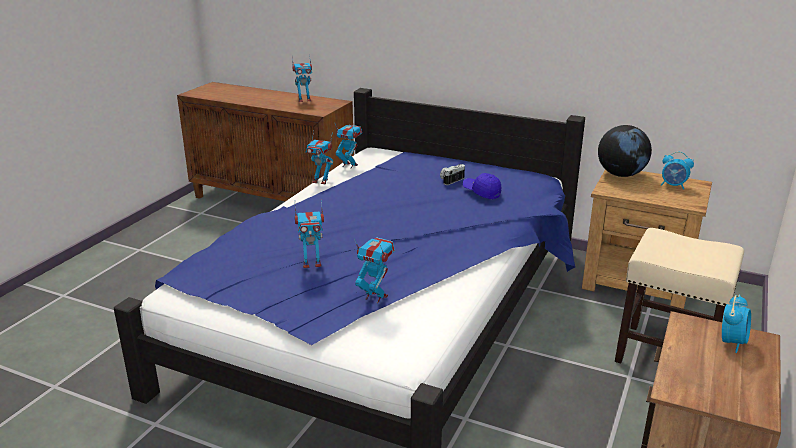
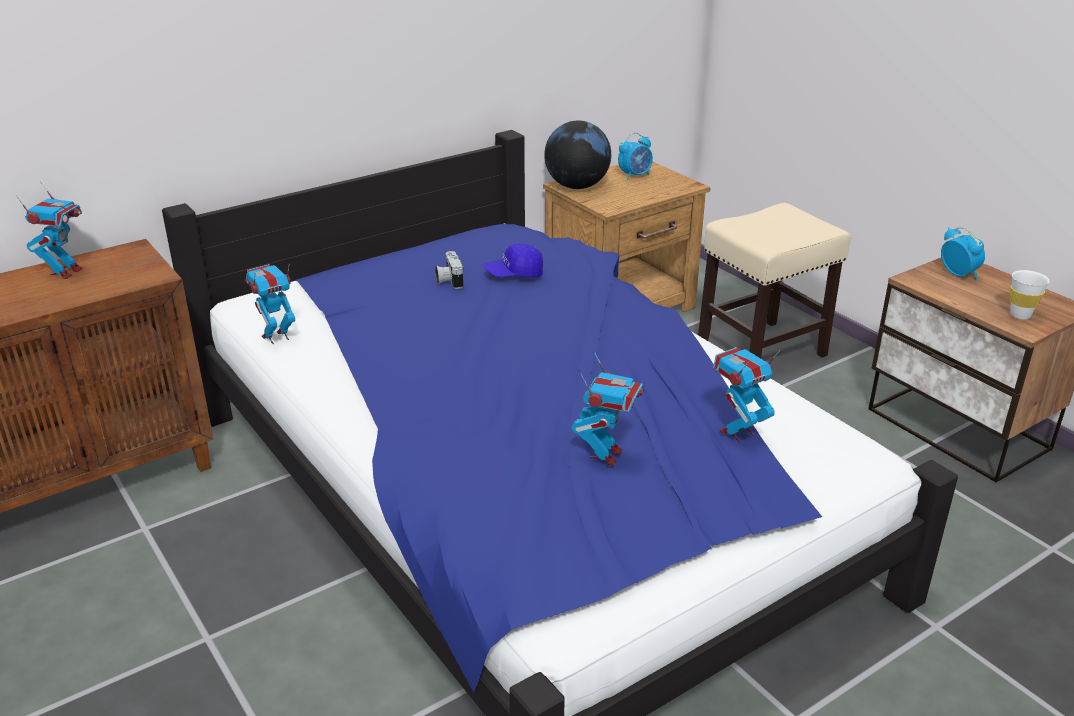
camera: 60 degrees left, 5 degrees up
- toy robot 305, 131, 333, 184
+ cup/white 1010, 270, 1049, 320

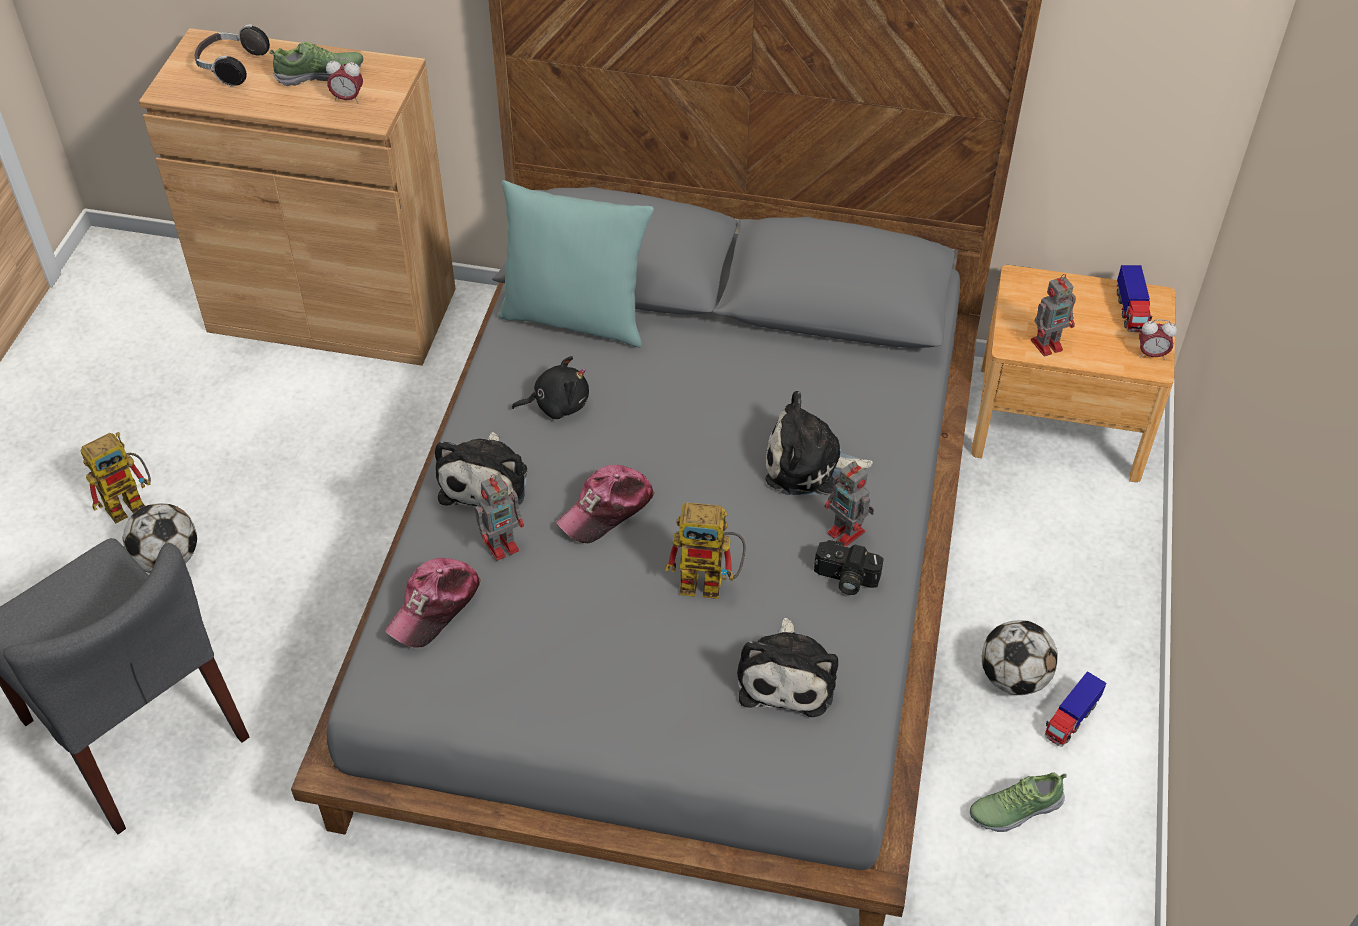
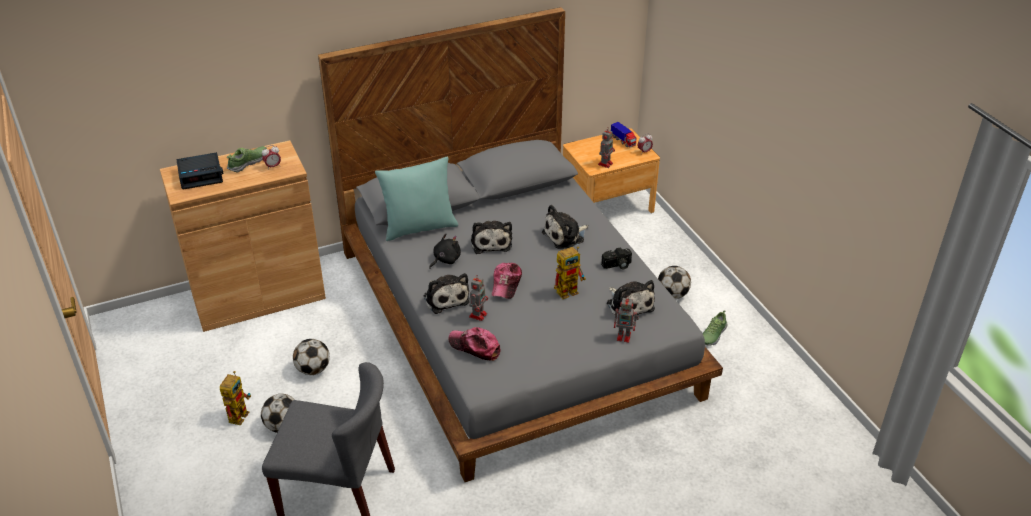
camera: 35 degrees left, 10 degrees down
- toy truck 1044, 671, 1106, 747
+ football 293, 339, 330, 375
+ plush toy 471, 221, 512, 254
~ toy robot 825, 461, 874, 547 to 614, 296, 639, 343
~ headphones 195, 24, 270, 87 to alarm clock 176, 152, 224, 189
~ cap 385, 558, 481, 648 = 448, 327, 500, 361 120 degrees clockwise

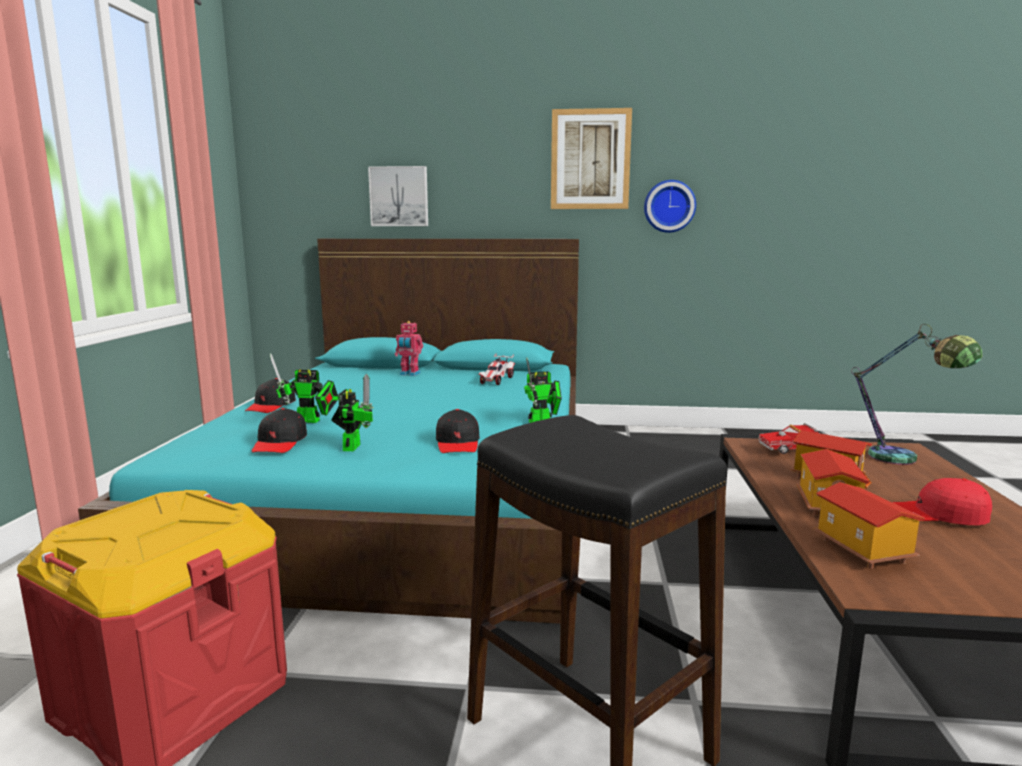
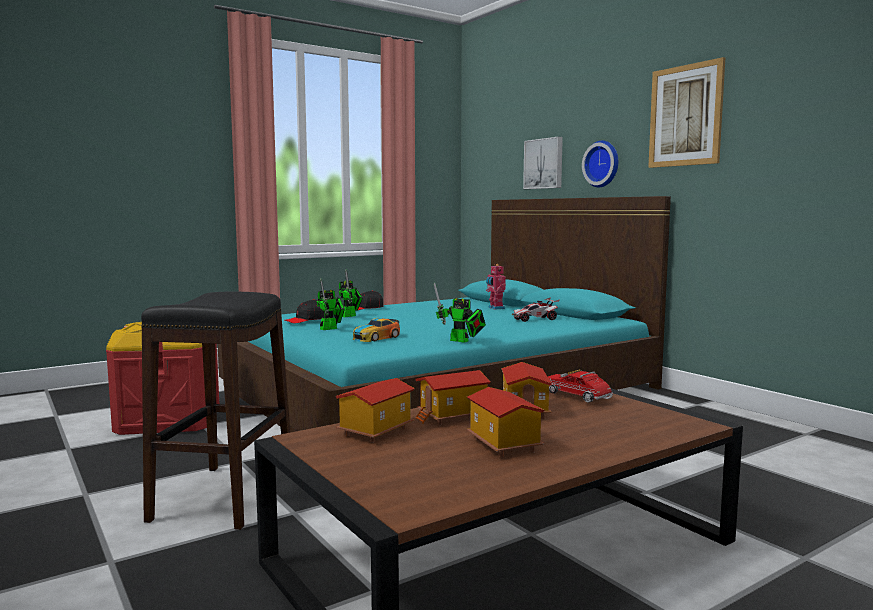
camera: 50 degrees right, 5 degrees down
- table lamp 851, 324, 982, 465
~ wall clock 644, 180, 696, 233 to 582, 141, 618, 187
~ cap/black 436, 409, 479, 453 to toy car 353, 318, 400, 342
~ cap/red 892, 478, 992, 525 to toy house 467, 387, 544, 457
~ toy robot 270, 353, 338, 423 = 339, 269, 363, 317 105 degrees counterclockwise

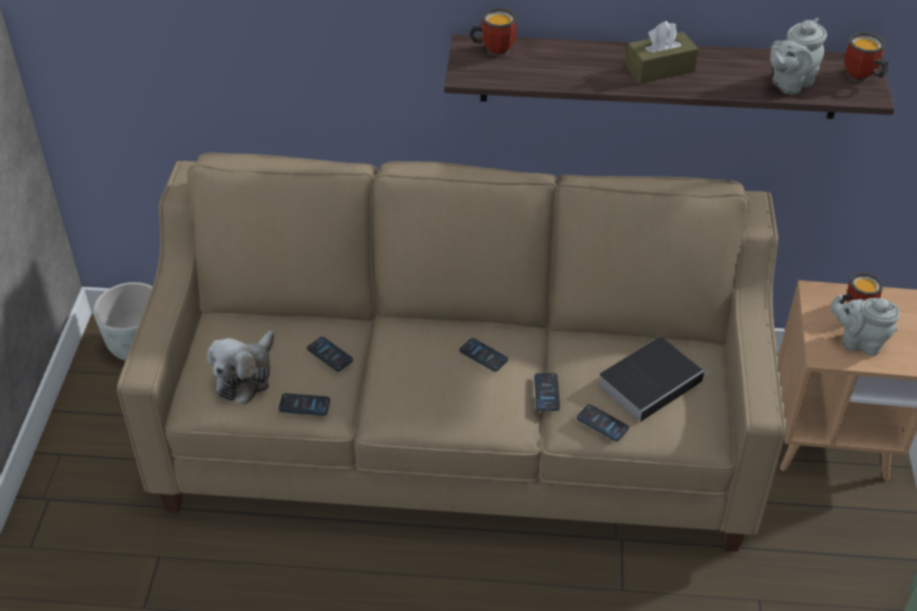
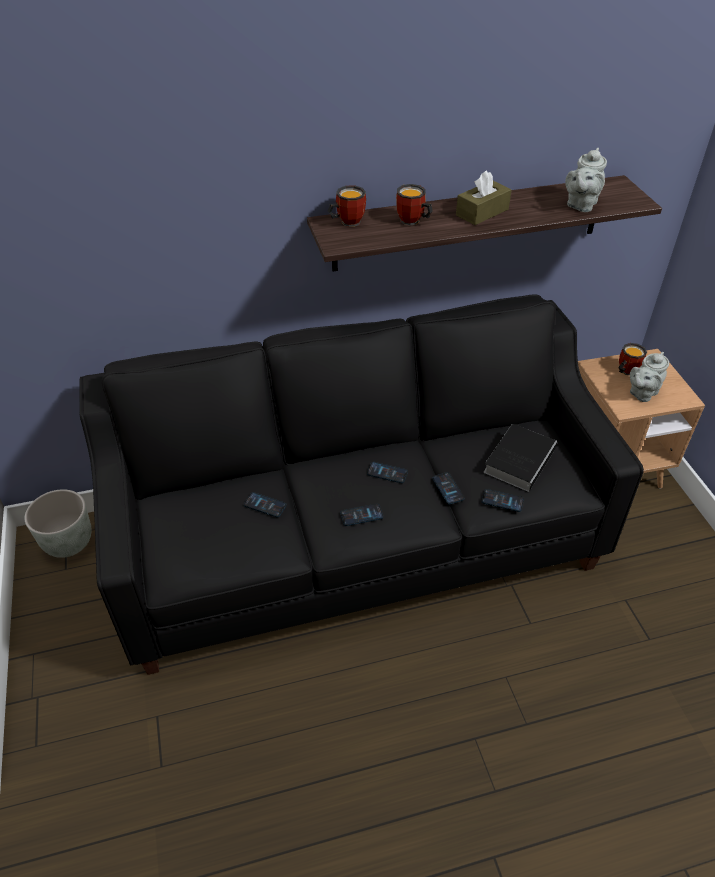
camera: 20 degrees left, 0 degrees up
- plush toy 207, 330, 274, 404
~ phone 279, 393, 330, 416 to 340, 504, 383, 526
~ mug 844, 32, 889, 82 to 396, 184, 433, 225
~ sofa/beige 117, 153, 787, 552 to sofa/black 79, 294, 644, 675
~ teapot/grey 830, 294, 900, 356 = 630, 352, 669, 402 45 degrees counterclockwise

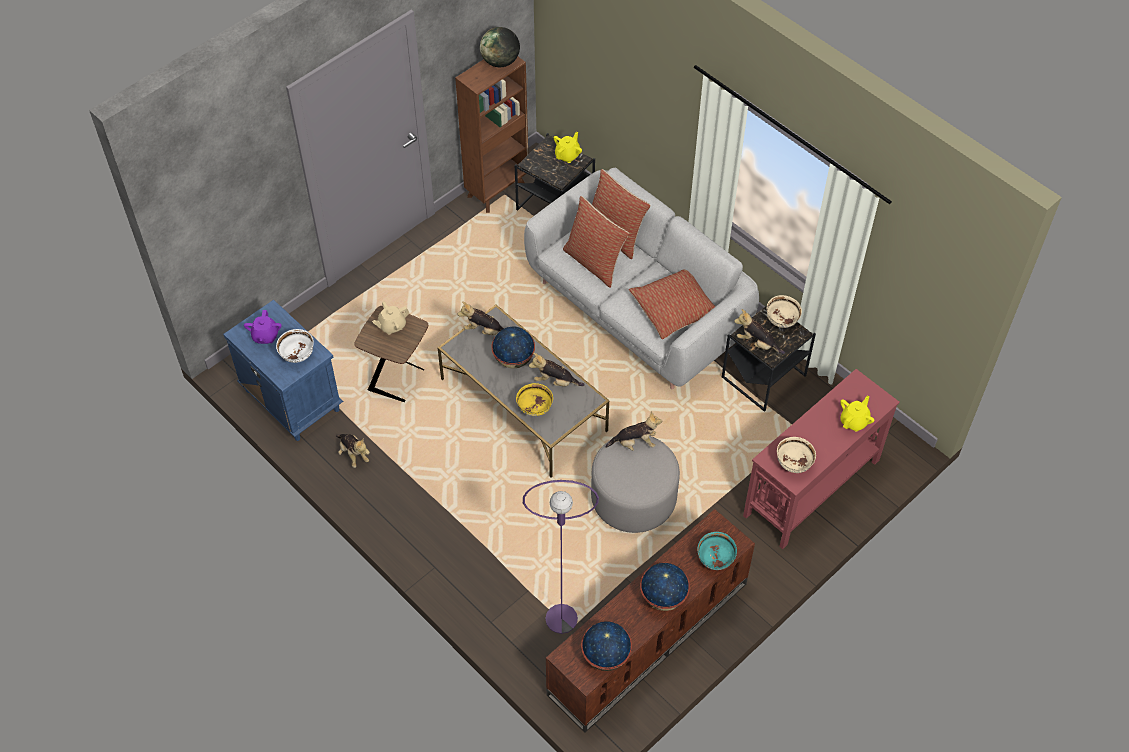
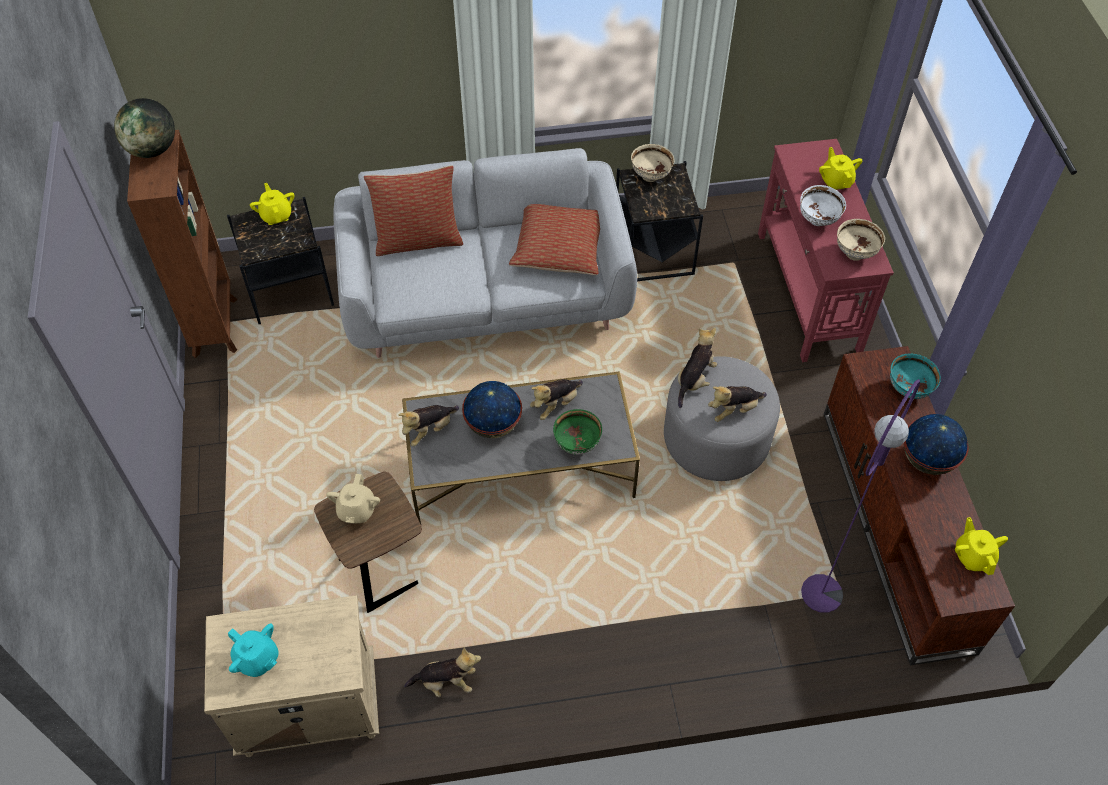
camera: 55 degrees left, 0 degrees up
- pillow 563, 196, 629, 288
~ bowl/white 276, 329, 314, 363 to 800, 185, 846, 226
~ plush toy 734, 309, 785, 354 to 708, 386, 767, 422
~ globe 581, 621, 632, 671 to teapot/yellow 955, 517, 1008, 575
~ nightstand/blue 223, 300, 343, 441 to nightstand/beige 204, 595, 379, 757
~ teapot/purple 244, 310, 282, 344 to teapot/turquoise 228, 623, 278, 677
~ bowl/yellow 516, 383, 553, 416 to bowl/green 553, 409, 602, 455

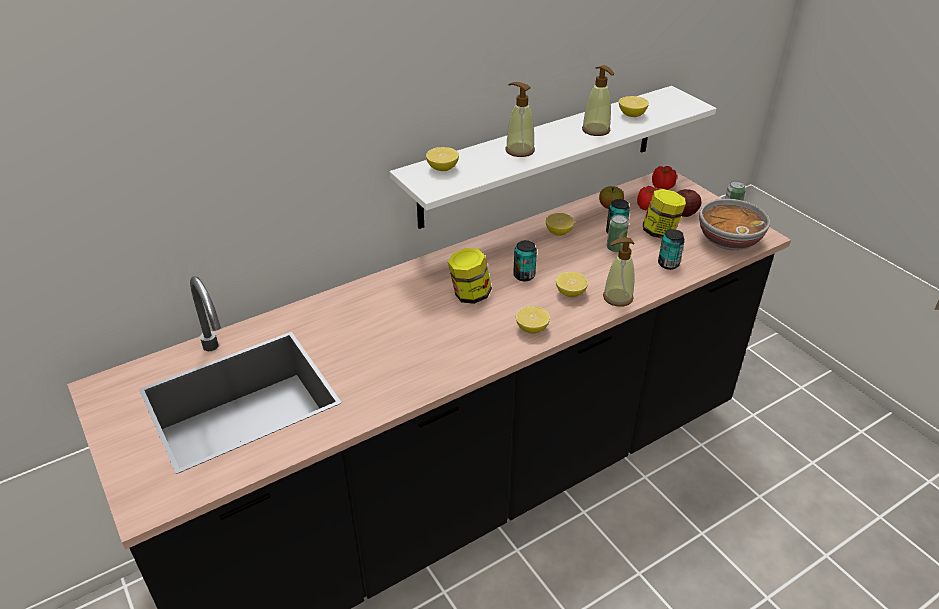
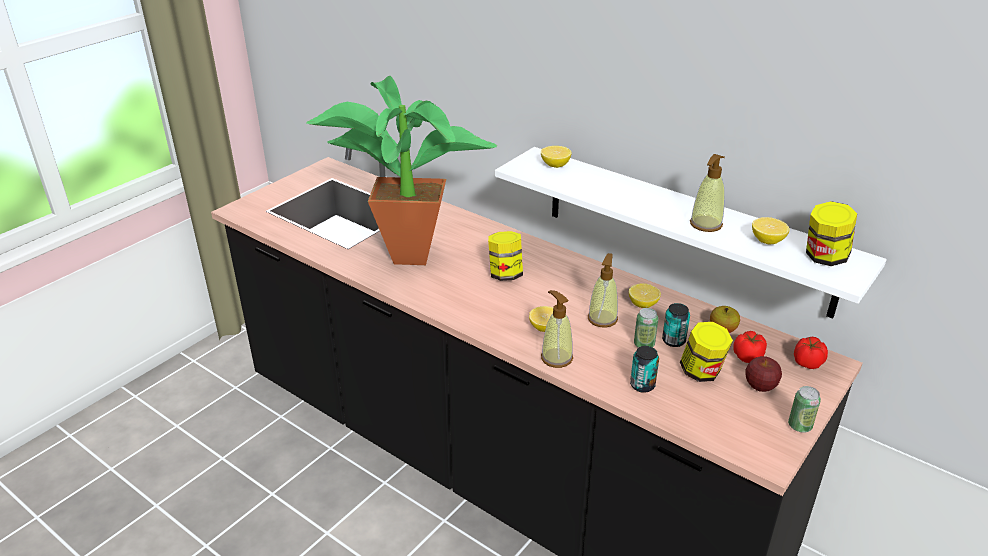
camera: 70 degrees right, 5 degrees down
- can 513, 240, 537, 281
- lemon 516, 306, 550, 334
- bowl 699, 199, 770, 250
+ potted plant 306, 76, 497, 265
+ jar 806, 201, 857, 266
~ soap dispenser 506, 82, 535, 157 to 588, 253, 618, 328

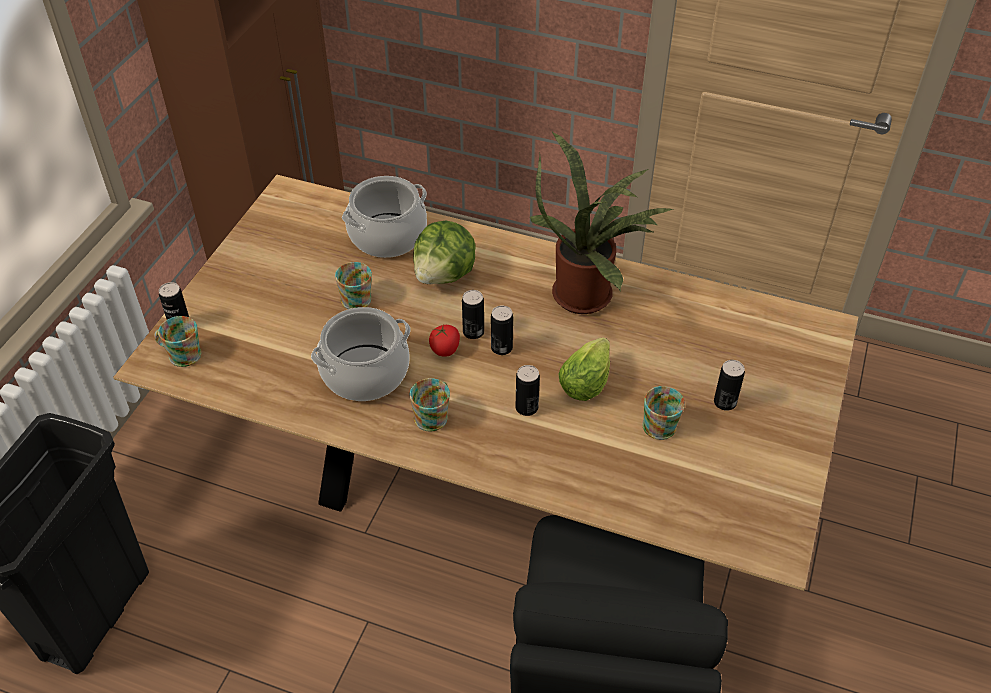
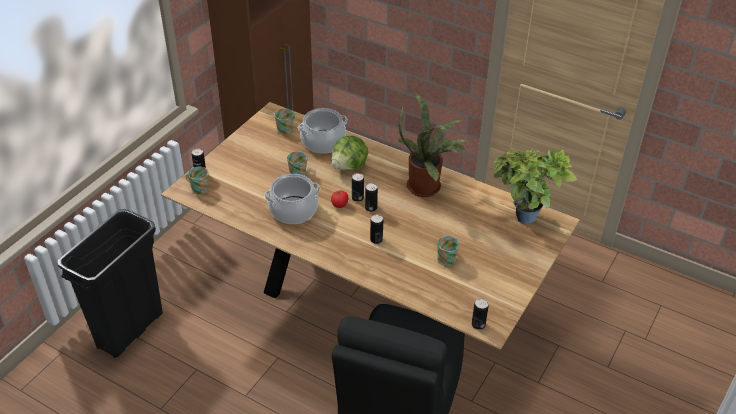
camera: 10 degrees right, 5 degrees down
- lettuce 558, 338, 610, 401
+ potted plant 494, 148, 577, 224
~ mug 410, 378, 450, 432 to 274, 109, 295, 134
~ can 714, 360, 745, 411 to 472, 298, 489, 330

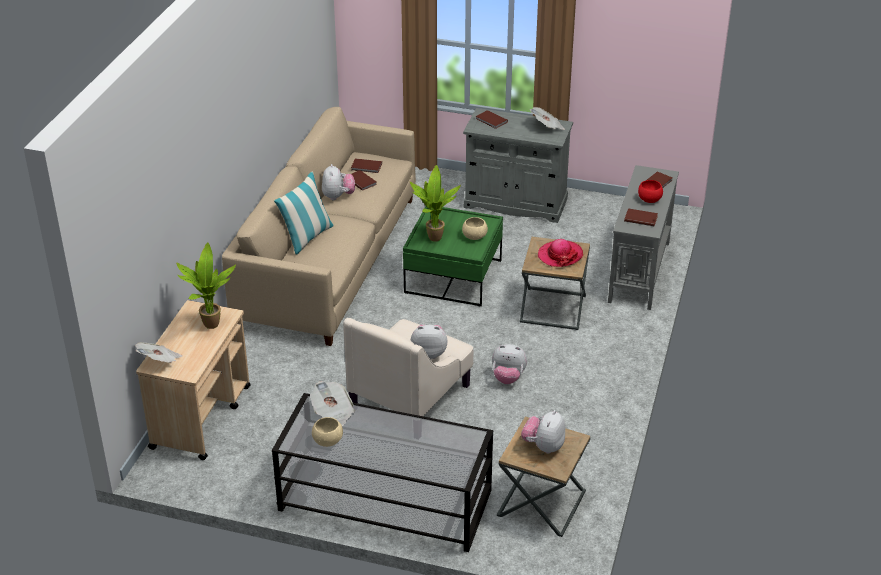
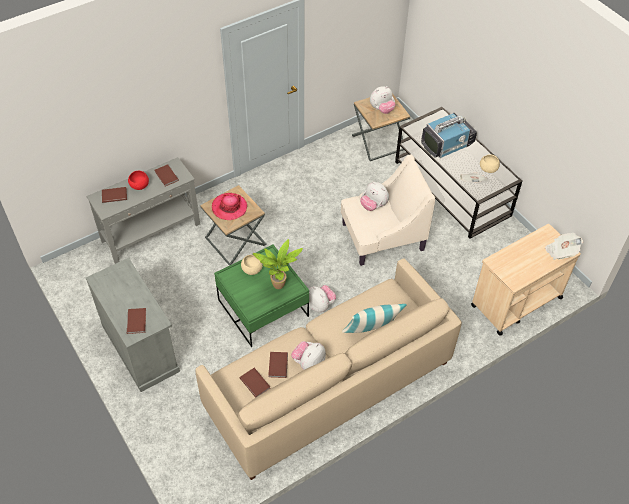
camera: 140 degrees left, 15 degrees up
- potted plant 176, 242, 236, 329
- newspaper 530, 107, 565, 130
+ television 421, 113, 477, 158
~ plush toy 492, 344, 527, 384 to 309, 285, 336, 312

